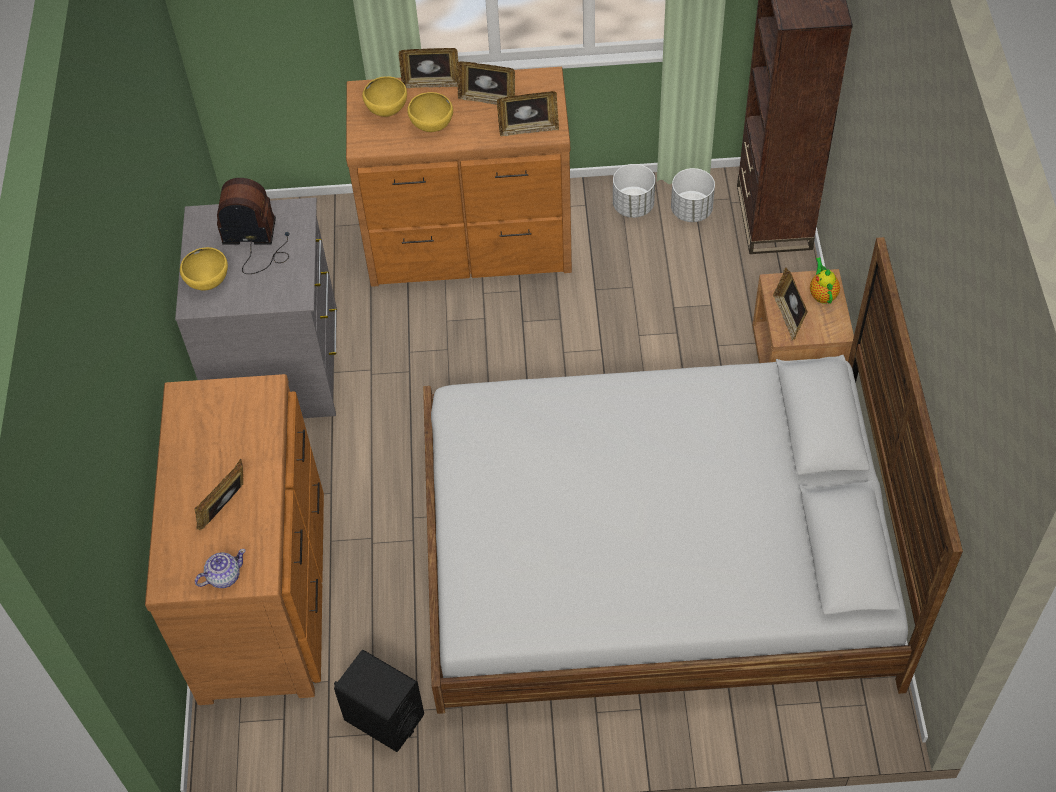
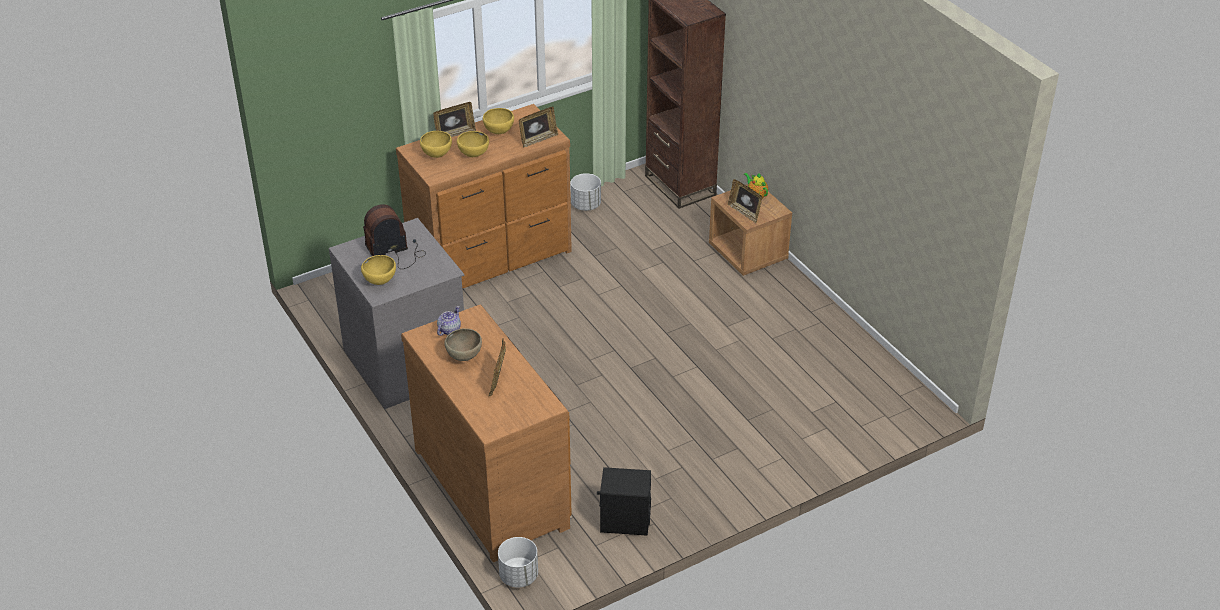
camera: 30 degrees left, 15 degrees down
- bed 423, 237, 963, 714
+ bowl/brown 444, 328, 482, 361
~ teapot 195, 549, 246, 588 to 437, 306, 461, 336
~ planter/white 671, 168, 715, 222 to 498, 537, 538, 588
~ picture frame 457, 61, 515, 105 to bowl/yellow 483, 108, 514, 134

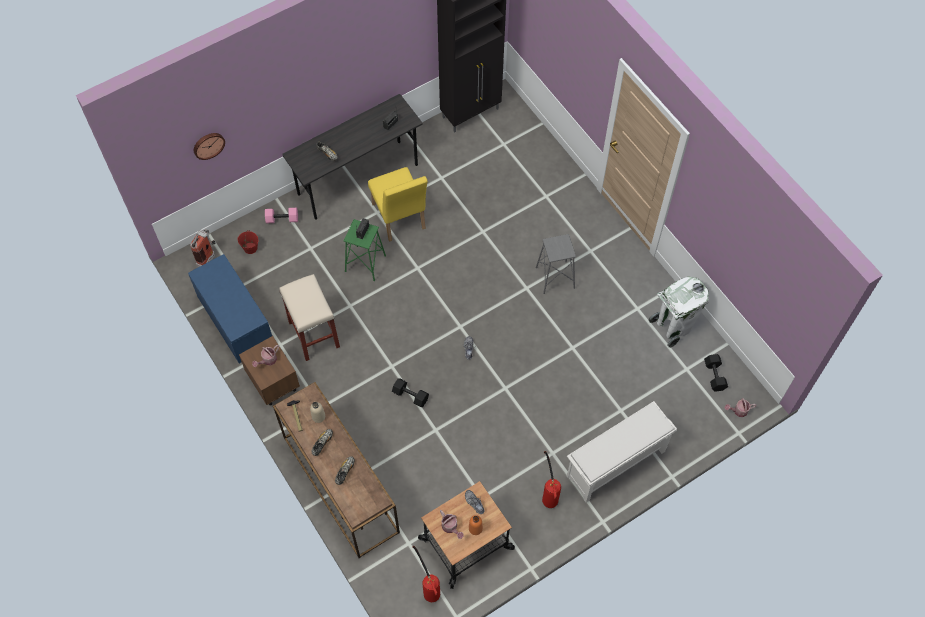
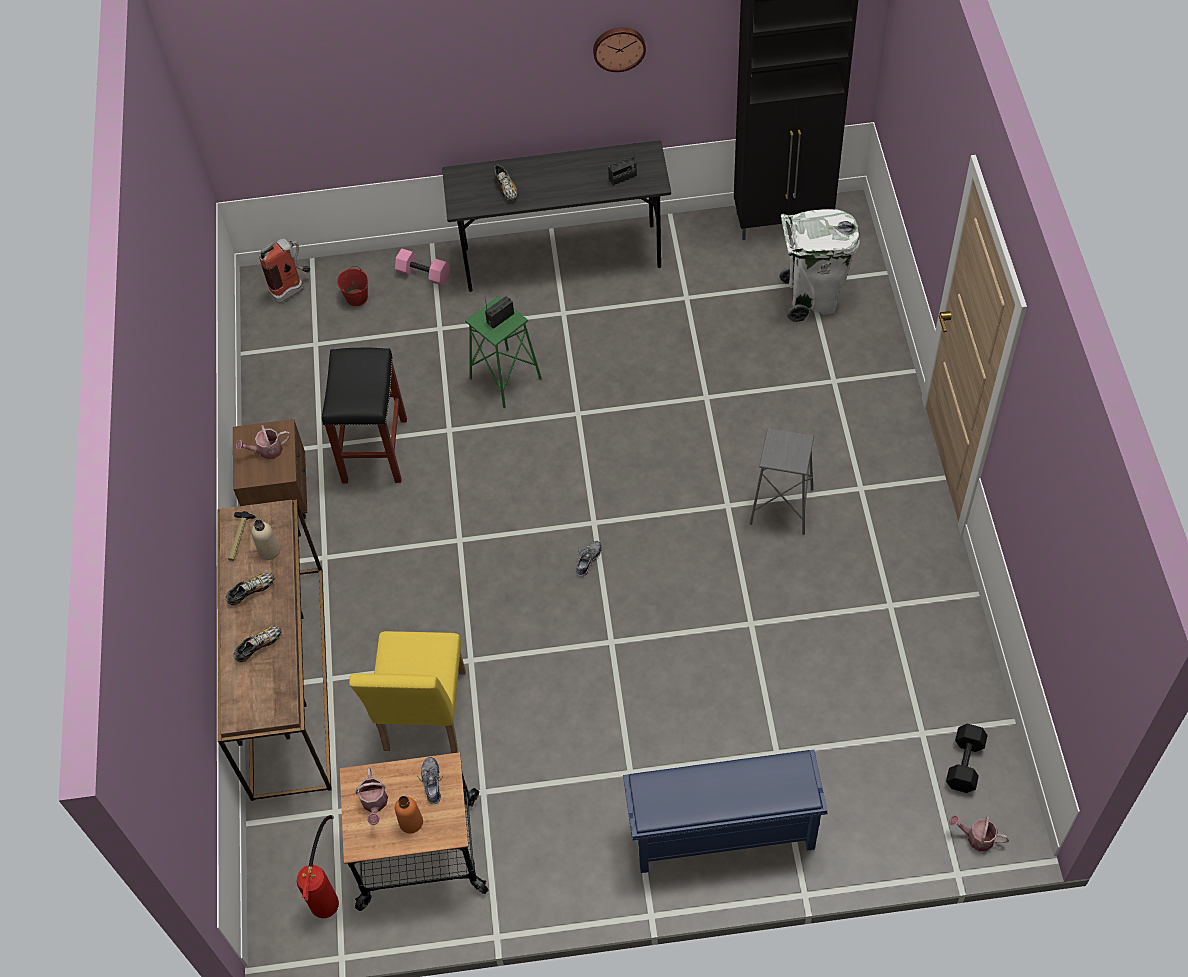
camera: 30 degrees right, 5 degrees down
- bench/blue 188, 254, 272, 363
- dumbbell/black 392, 378, 429, 407
- fire extinguisher 542, 451, 561, 508
~ wall clock 194, 133, 225, 160 to 593, 28, 646, 72
~ chair/yellow 368, 167, 428, 242 to 349, 631, 466, 753
~ trash can/white 649, 277, 709, 348 to 780, 209, 860, 322
~ stool/beige 279, 274, 340, 361 to stool/black 322, 348, 407, 483
~ shoe rack/white 567, 401, 677, 502 to shoe rack/blue 623, 750, 828, 873

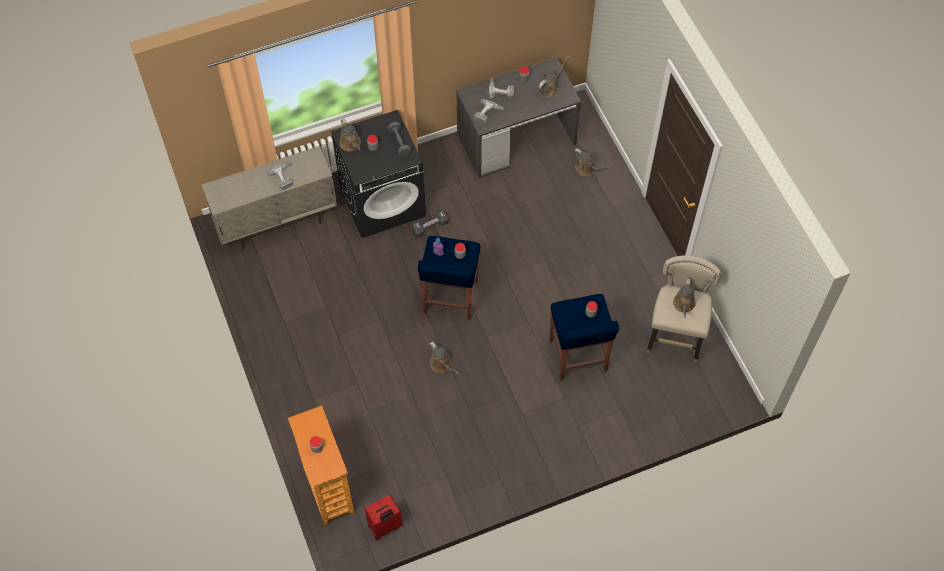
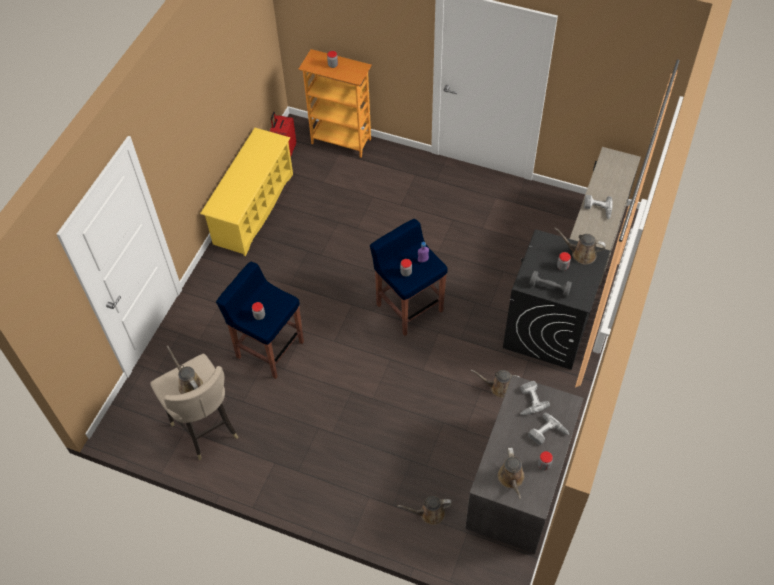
camera: 135 degrees right, 5 degrees down
- dumbbell/black 411, 210, 449, 237
+ shoe rack/yellow 200, 128, 293, 256
~ watering can/brown 429, 342, 458, 374 to 471, 369, 521, 398

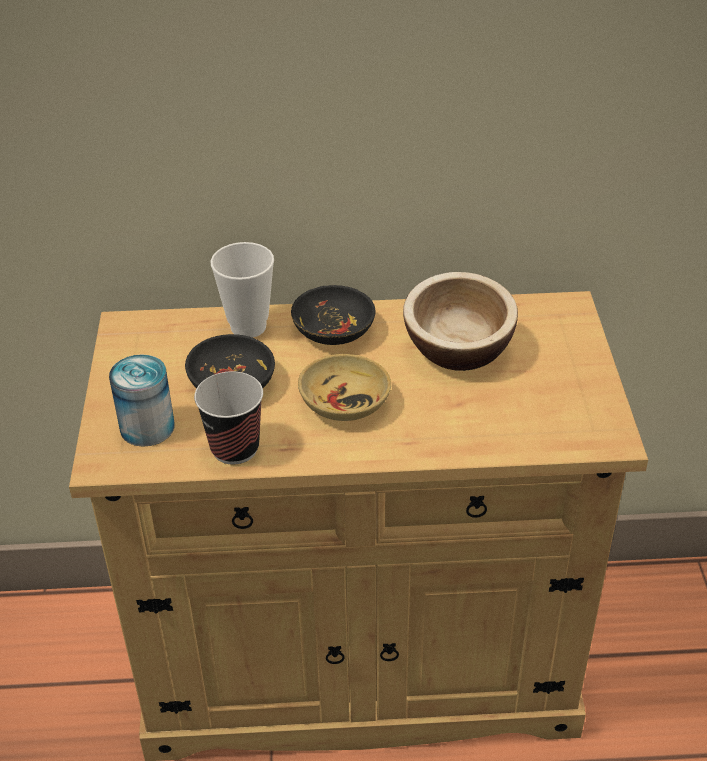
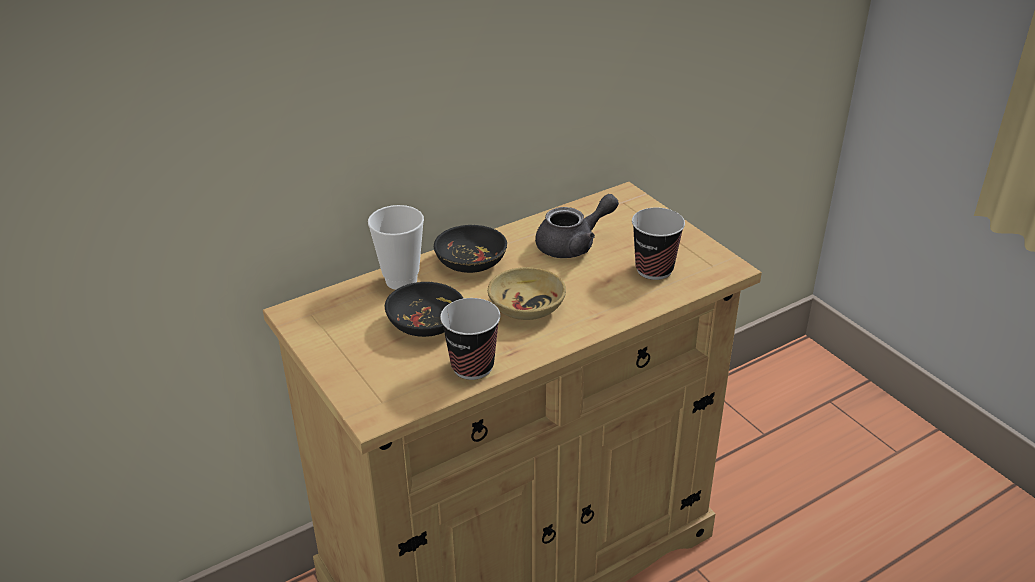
camera: 30 degrees left, 5 degrees down
- can 109, 354, 175, 447
+ cup 632, 208, 685, 280
~ bowl 403, 272, 518, 371 to teapot/grey 535, 194, 619, 258

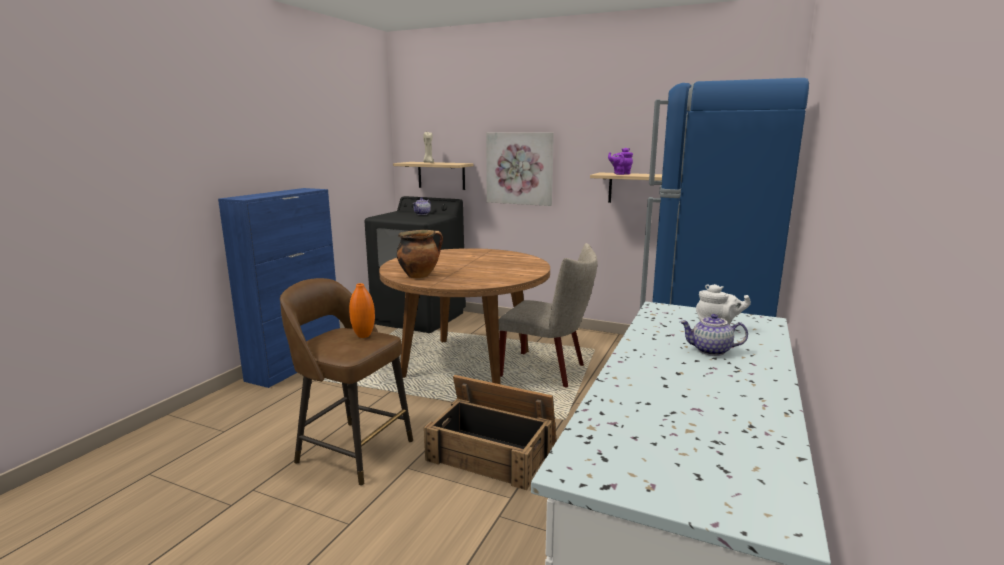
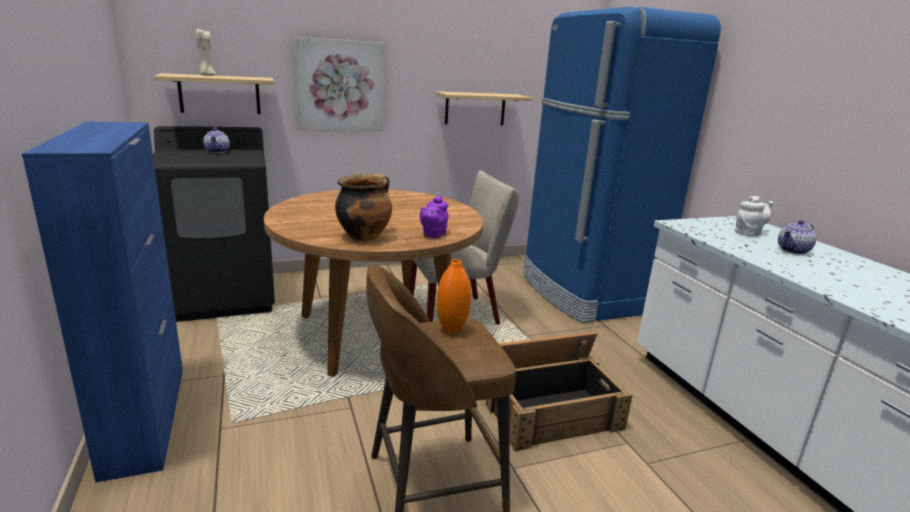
camera: 45 degrees left, 5 degrees up
~ teapot/purple 608, 148, 633, 175 to 420, 196, 448, 238

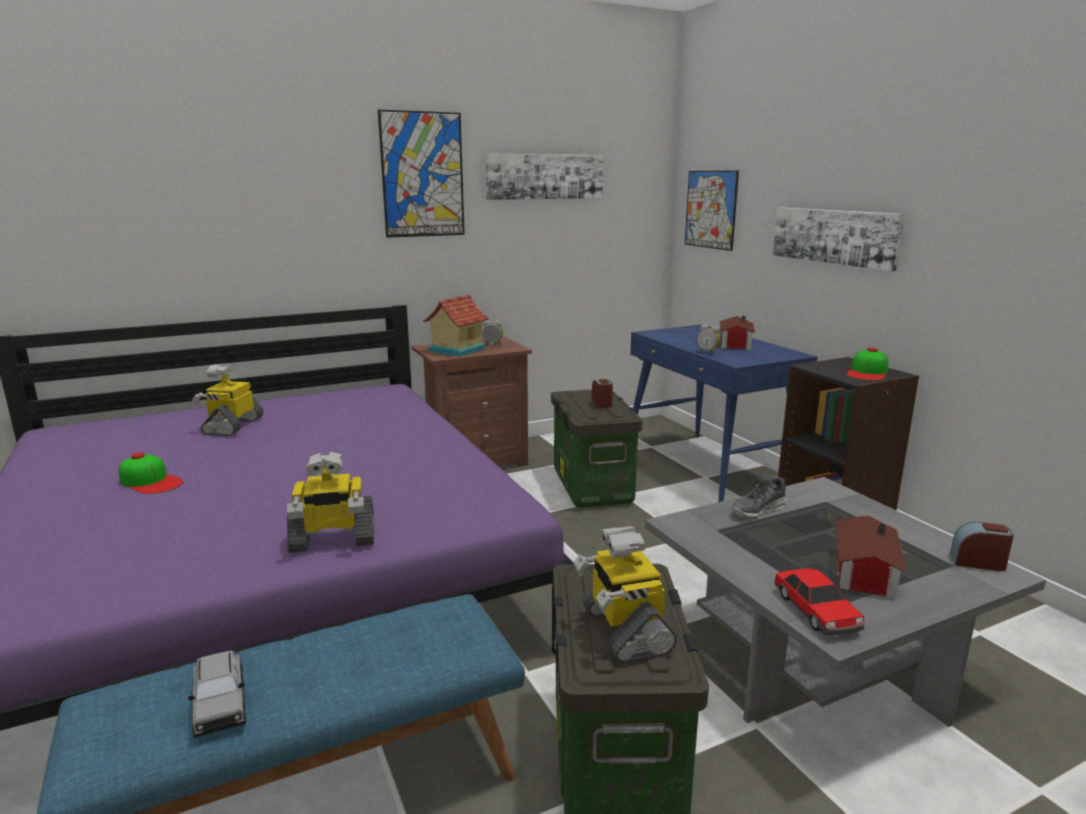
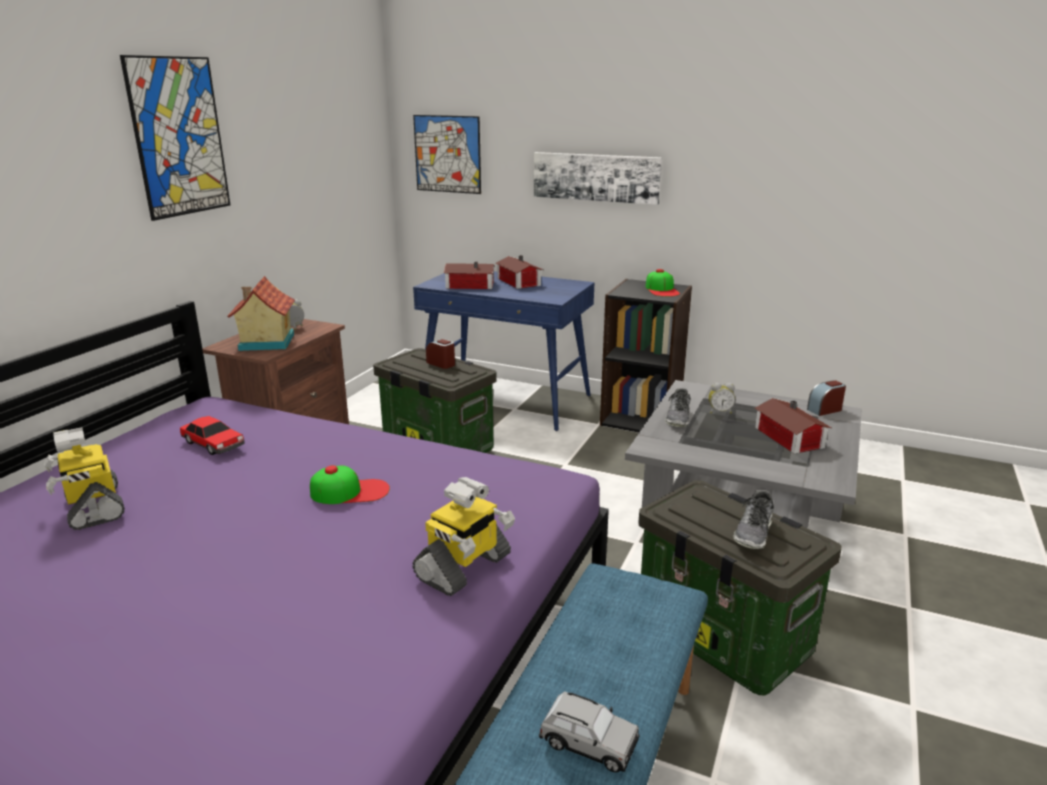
camera: 40 degrees left, 5 degrees up
- picture 486, 153, 603, 200
+ toy house 444, 262, 495, 289
~ cap 119, 452, 183, 494 to 310, 465, 390, 504
~ alarm clock 697, 324, 721, 354 to 709, 383, 735, 414
~ toy car 775, 568, 864, 635 to 180, 416, 245, 455
~ toy robot 574, 526, 677, 664 to shoe 733, 490, 774, 549

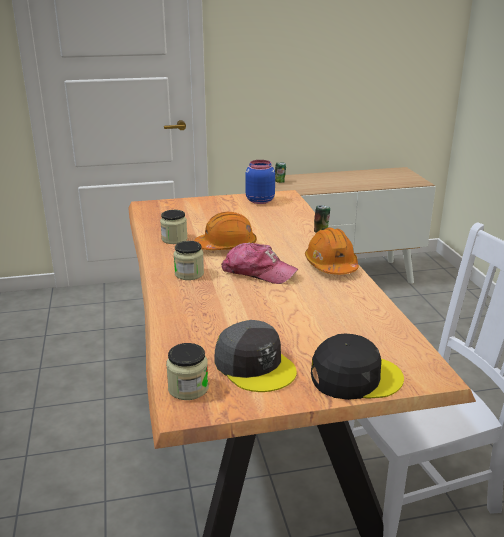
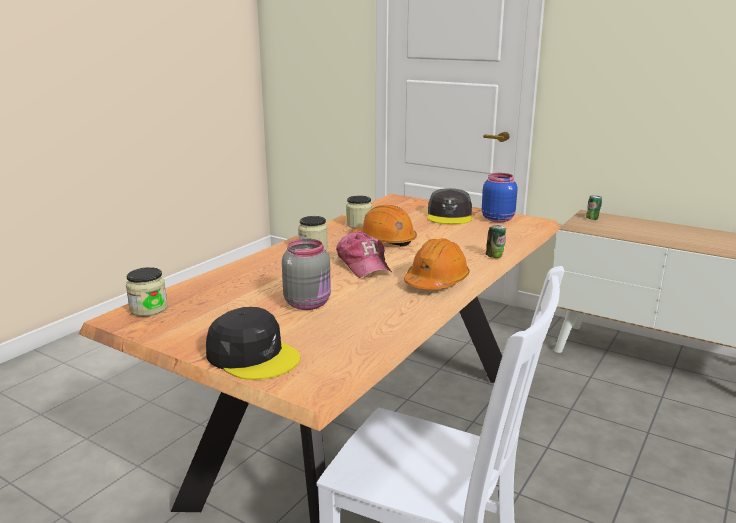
camera: 45 degrees right, 5 degrees down
+ jar/grey 282, 239, 331, 310
~ cap/grey 214, 320, 297, 392 to 427, 188, 472, 224

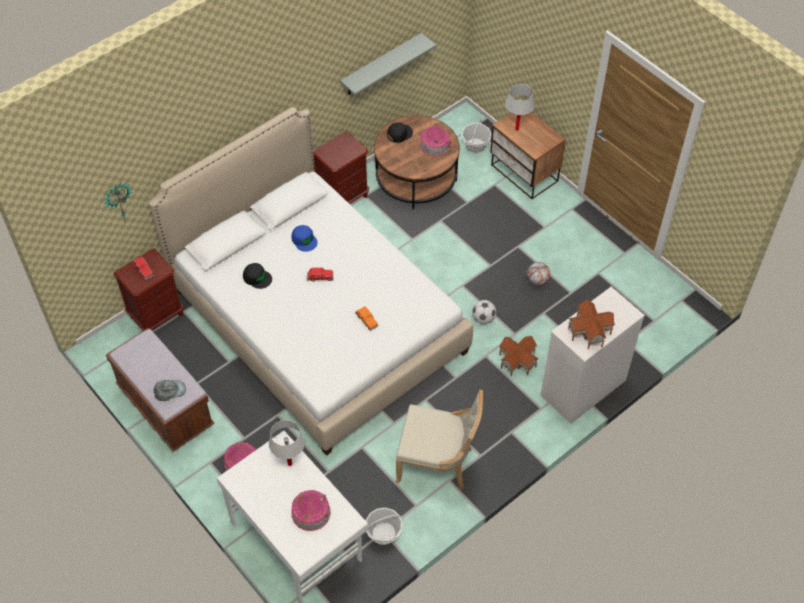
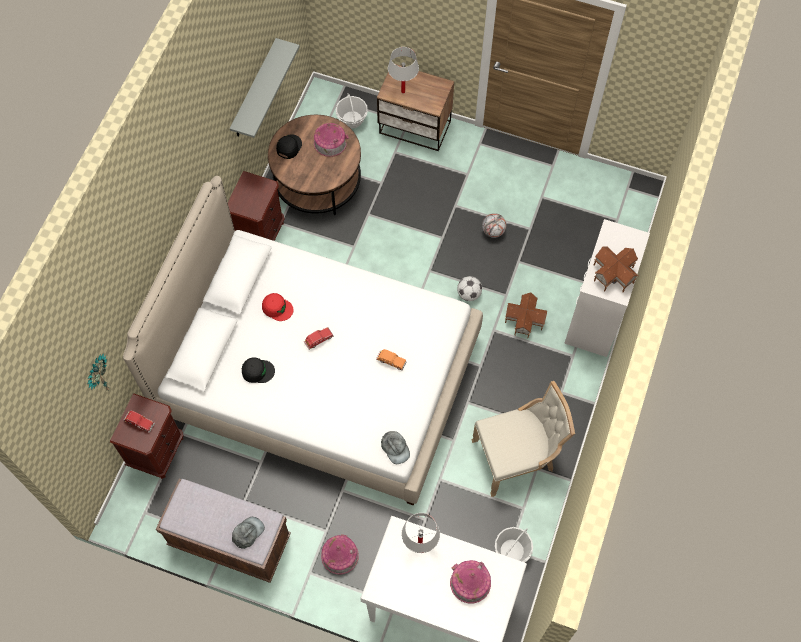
camera: 30 degrees left, 10 degrees up
+ cap/grey 381, 431, 410, 464
~ cap/blue 291, 225, 317, 252 to cap/red 262, 293, 294, 321

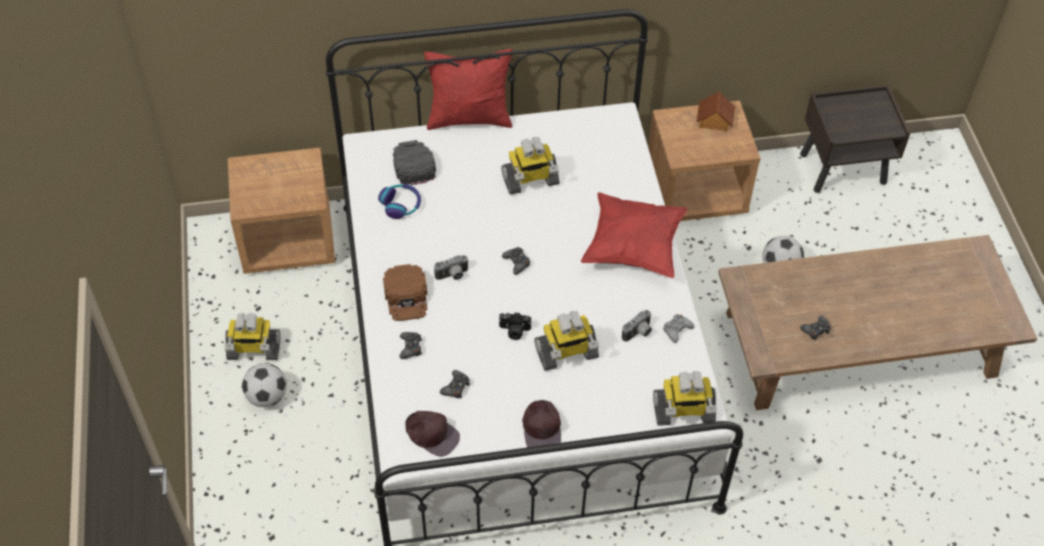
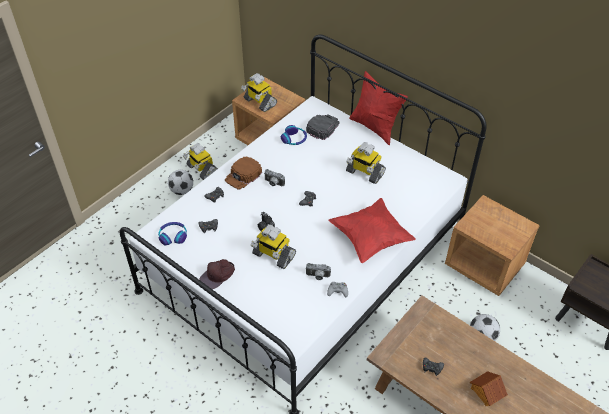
camera: 50 degrees right, 5 degrees down
~ toy robot 653, 371, 717, 426 to 241, 73, 277, 112
~ toy house 697, 91, 735, 132 to 470, 371, 508, 406
~ cap/brown 405, 411, 460, 457 to headphones 158, 222, 187, 246

